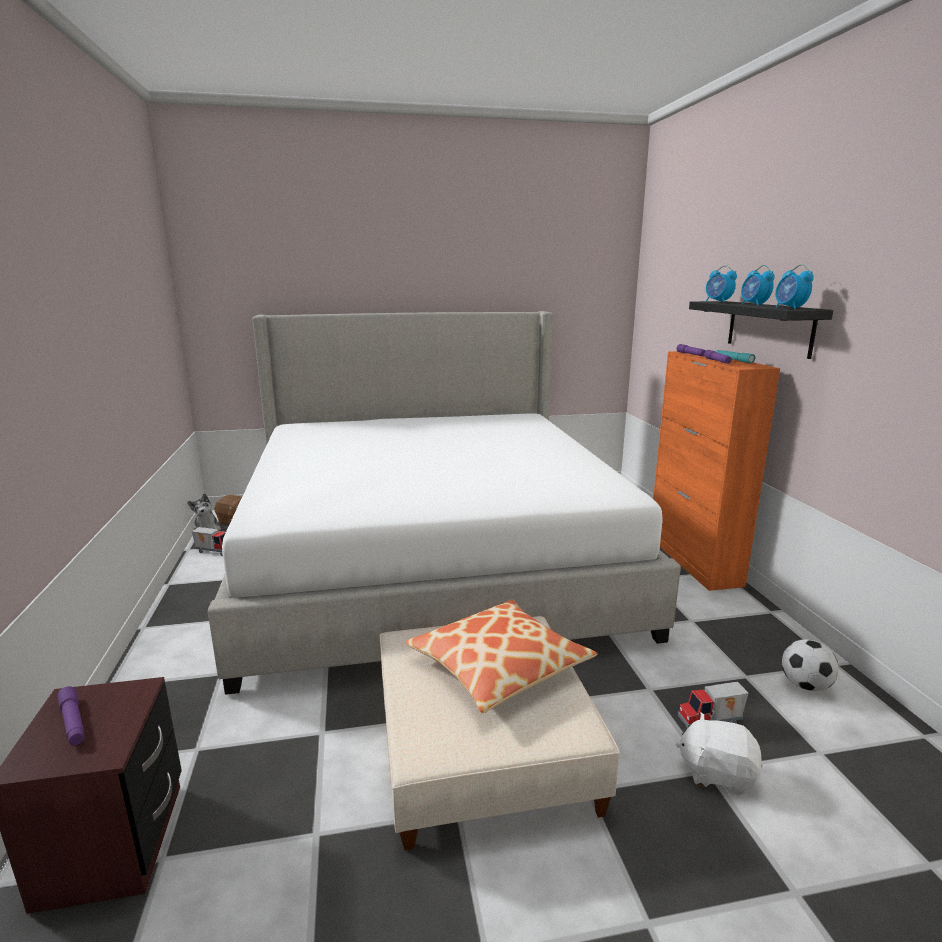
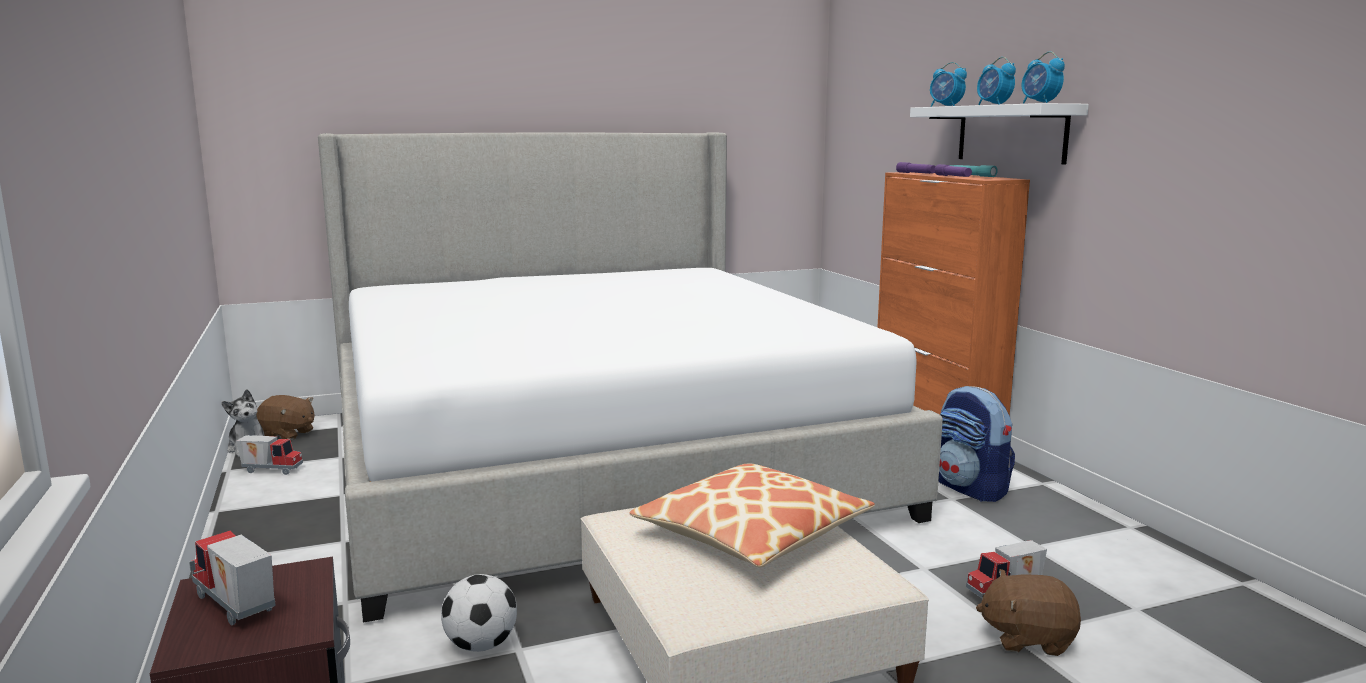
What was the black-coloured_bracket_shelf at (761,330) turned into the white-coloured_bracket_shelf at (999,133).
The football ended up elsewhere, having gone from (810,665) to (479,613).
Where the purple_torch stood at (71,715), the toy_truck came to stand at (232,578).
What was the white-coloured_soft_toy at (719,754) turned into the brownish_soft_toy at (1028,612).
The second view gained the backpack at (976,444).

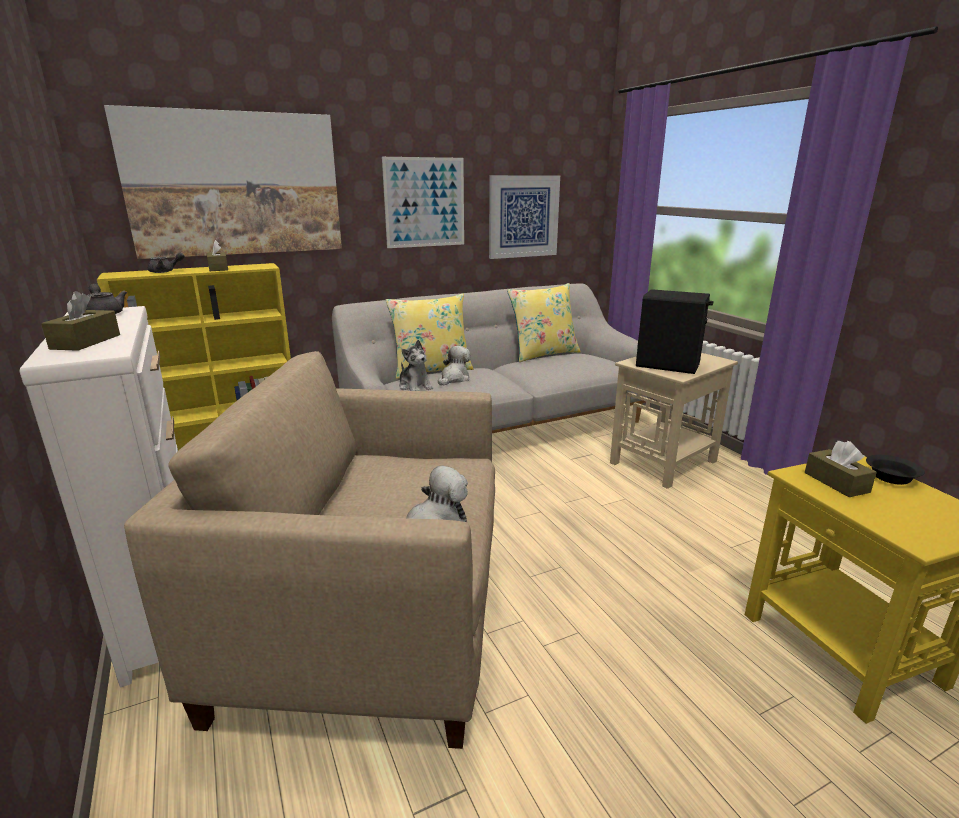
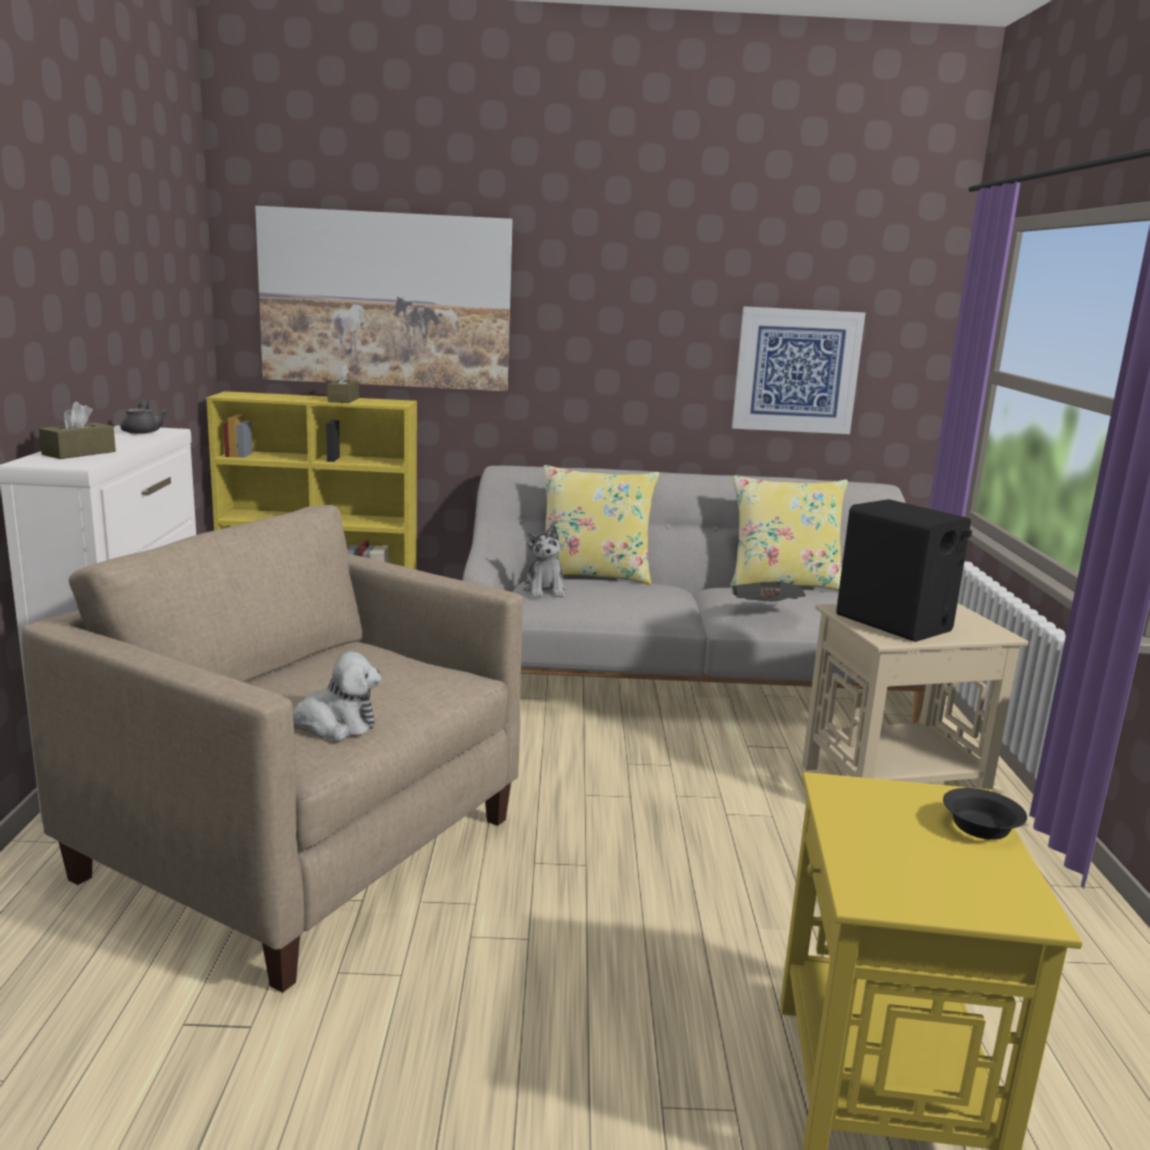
The second view lost the wall_art at (423,202).
The second view lost the grey_pot_for_tea at (166,262).
The second view lost the soft_toy at (454,366).
The second view lost the brownish_tissue_box at (841,469).
The second view gained the printed_paper at (768,591).

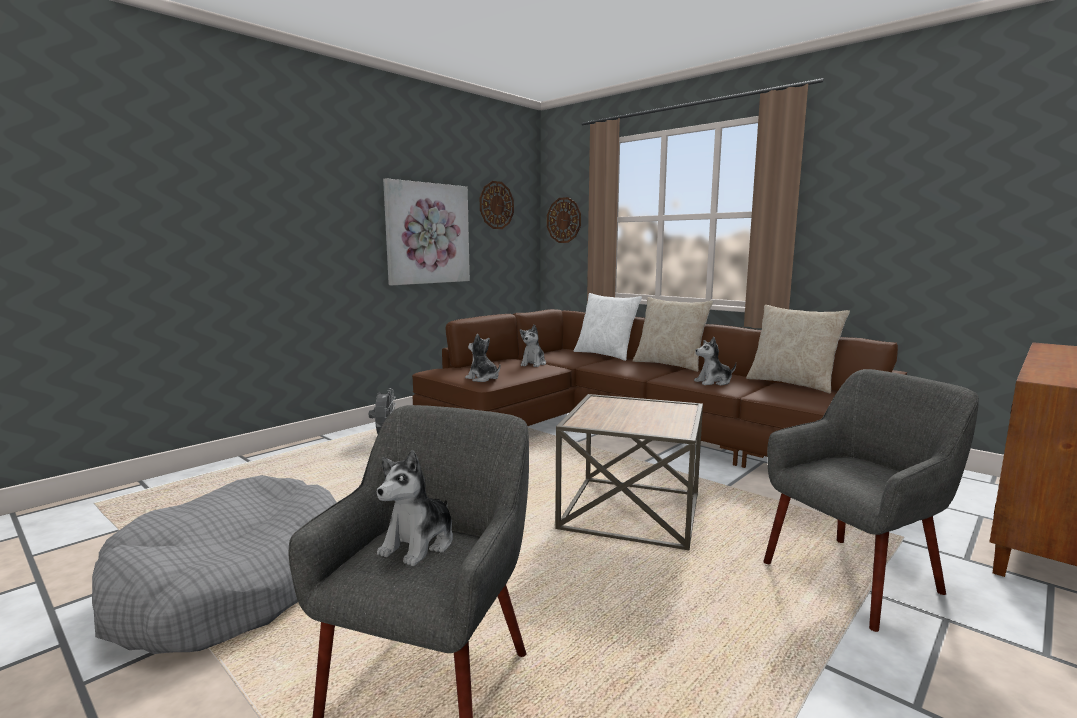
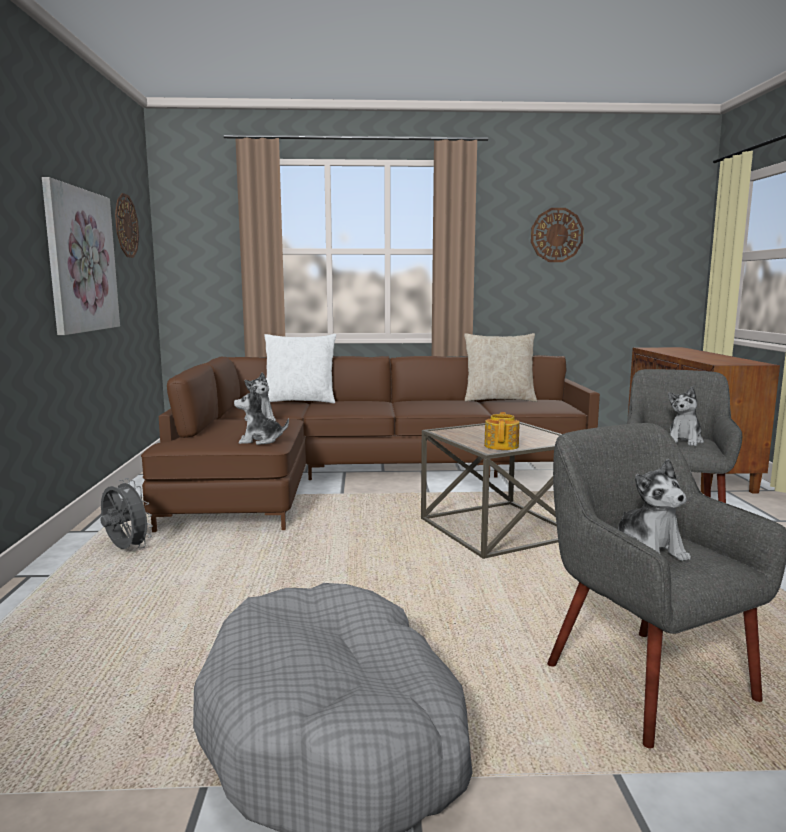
The wall_clock ended up elsewhere, having gone from (564,220) to (557,235).
The second view lost the sand-coloured_cushion at (673,334).
The soft_toy ended up elsewhere, having gone from (715,361) to (686,416).
The second view gained the pot_for_tea at (502,431).

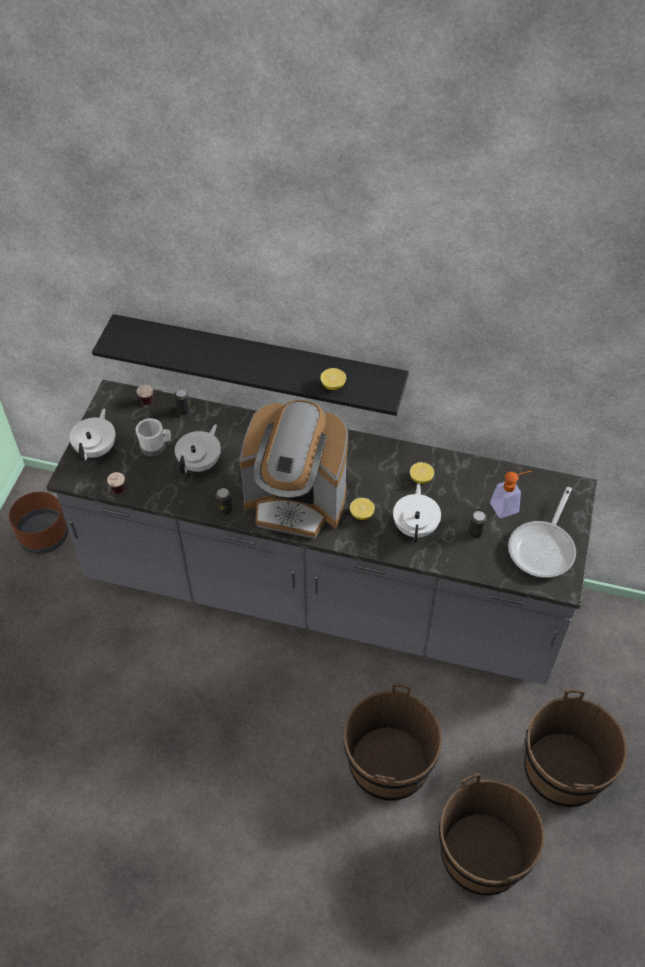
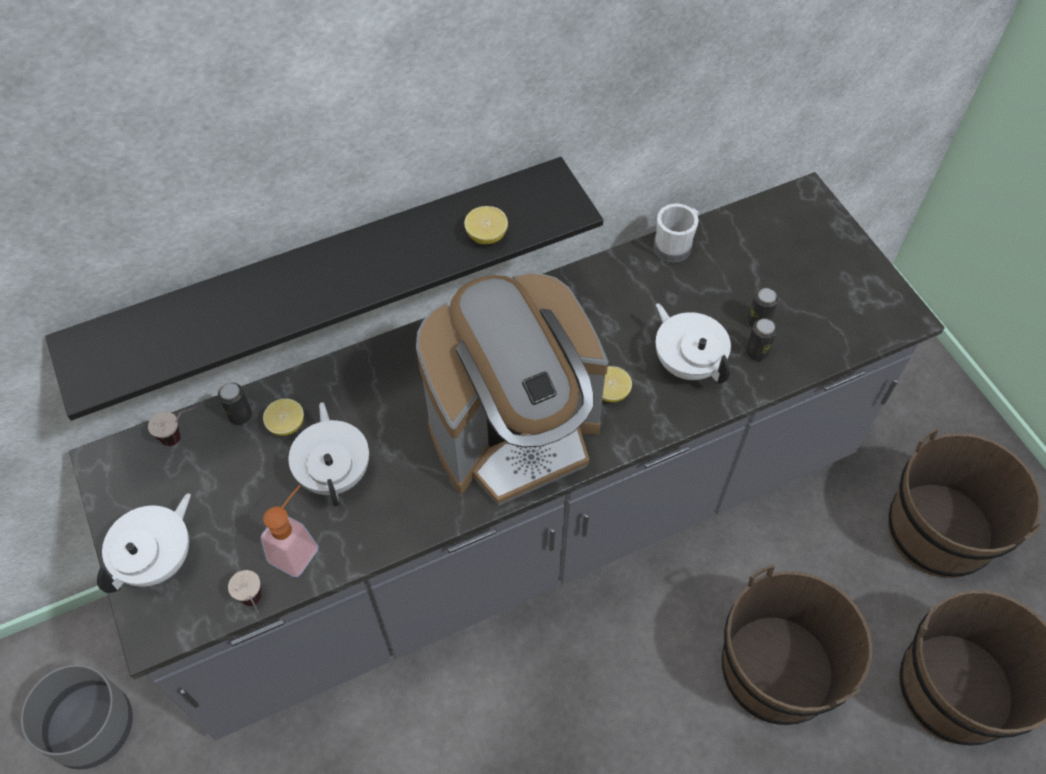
The white-coloured_pot_for_tea at (92,435) ended up facing another way, 60 degrees clockwise from before.
The white-coloured_mug ended up elsewhere, having gone from (153,437) to (676,233).
The lemon ended up elsewhere, having gone from (422,473) to (283,417).
The soap_bottle ended up elsewhere, having gone from (511,494) to (289,531).
The second view lost the frying_pan at (542,532).
The metal_can ended up elsewhere, having gone from (223,502) to (761,340).
What was the brownish_plant_pot at (38,523) turned into the grey_plant_pot at (77,717).

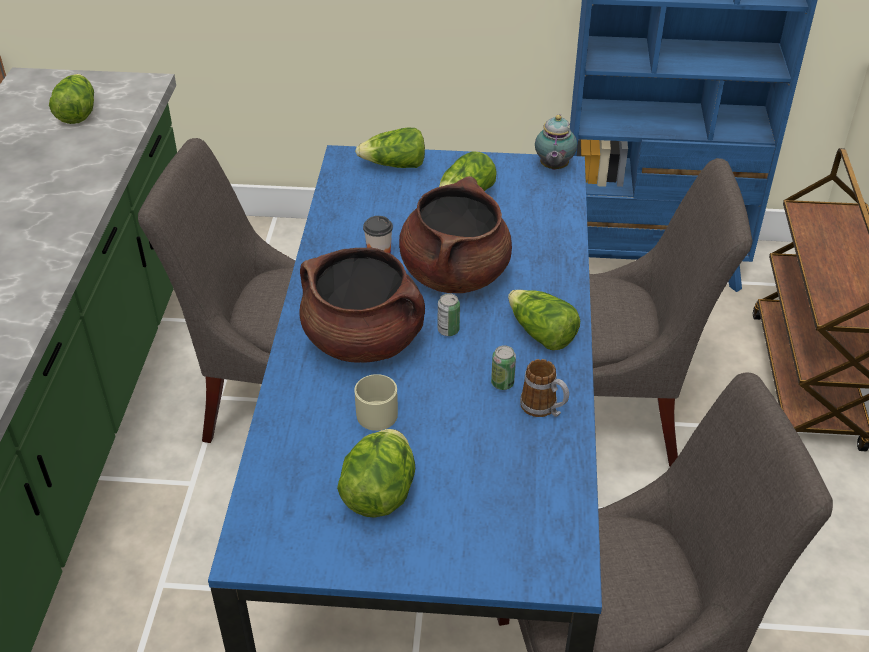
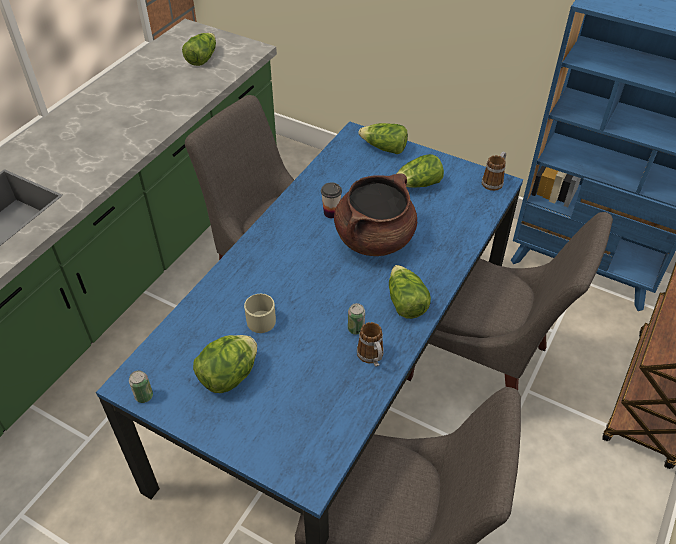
Where the pot_for_tea stood at (556,142), the mug came to stand at (494,171).
The second view lost the brownish_cooking_pot at (362,305).
The metal_can ended up elsewhere, having gone from (449,314) to (141,386).

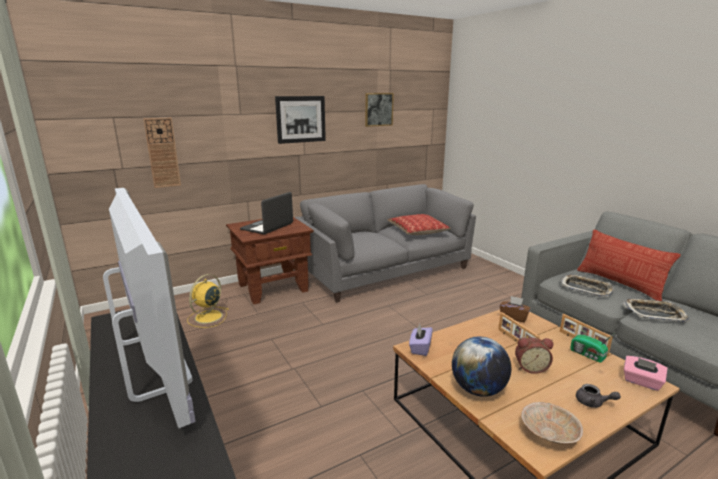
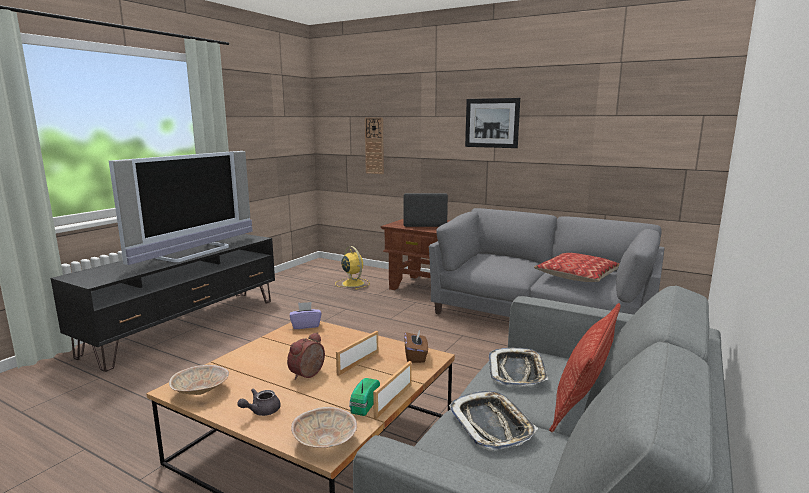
The second view lost the wall_art at (379,110).
The yellow-coloured_electric_fan at (208,301) ended up facing another way, 60 degrees clockwise from before.
The second view lost the world_globe at (481,366).
The table_clock at (534,355) ended up facing another way, 60 degrees clockwise from before.
Where the pink_tissue_box stood at (645,373), the sand-coloured_deep_dish came to stand at (324,427).
The grey_pot_for_tea at (598,396) ended up facing another way, 45 degrees clockwise from before.

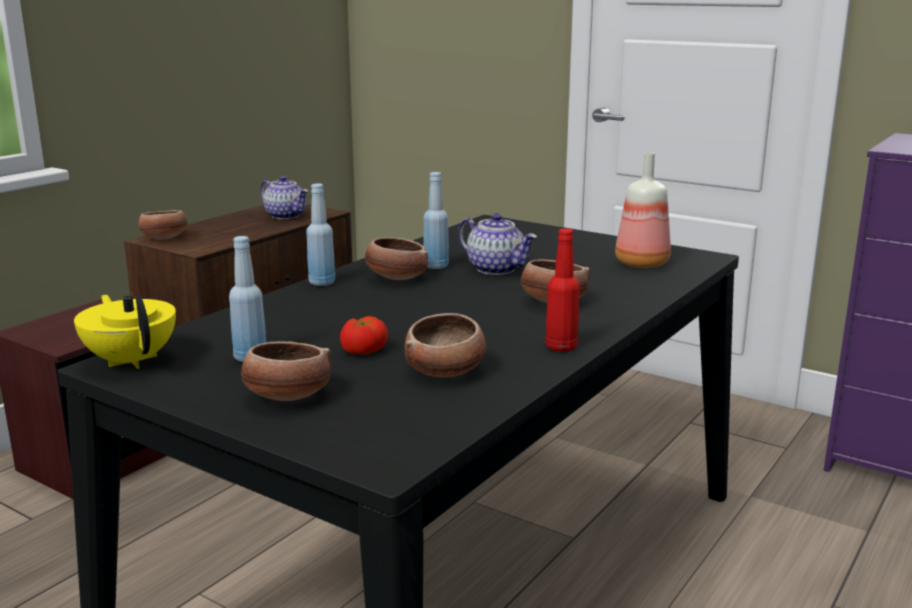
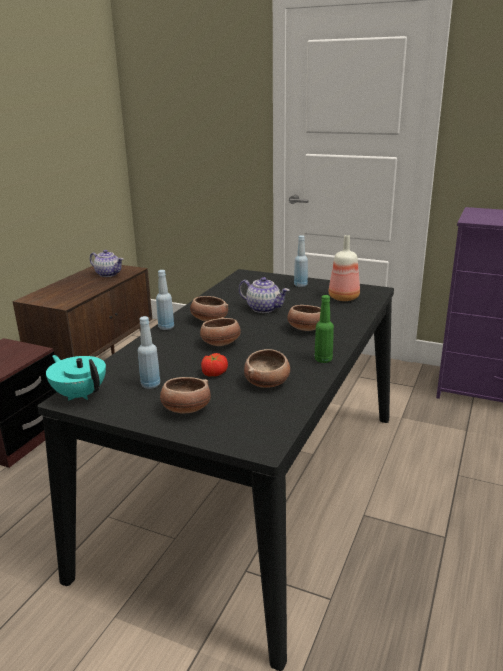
The bluish_beverage_bottle ended up elsewhere, having gone from (436,220) to (301,261).
The deep_dish ended up elsewhere, having gone from (163,225) to (220,331).
What was the red-coloured_beverage_bottle at (562,290) turned into the greenish_beverage_bottle at (324,329).
What was the yellow-coloured_pot_for_tea at (125,332) turned into the blue-green_pot_for_tea at (76,377).

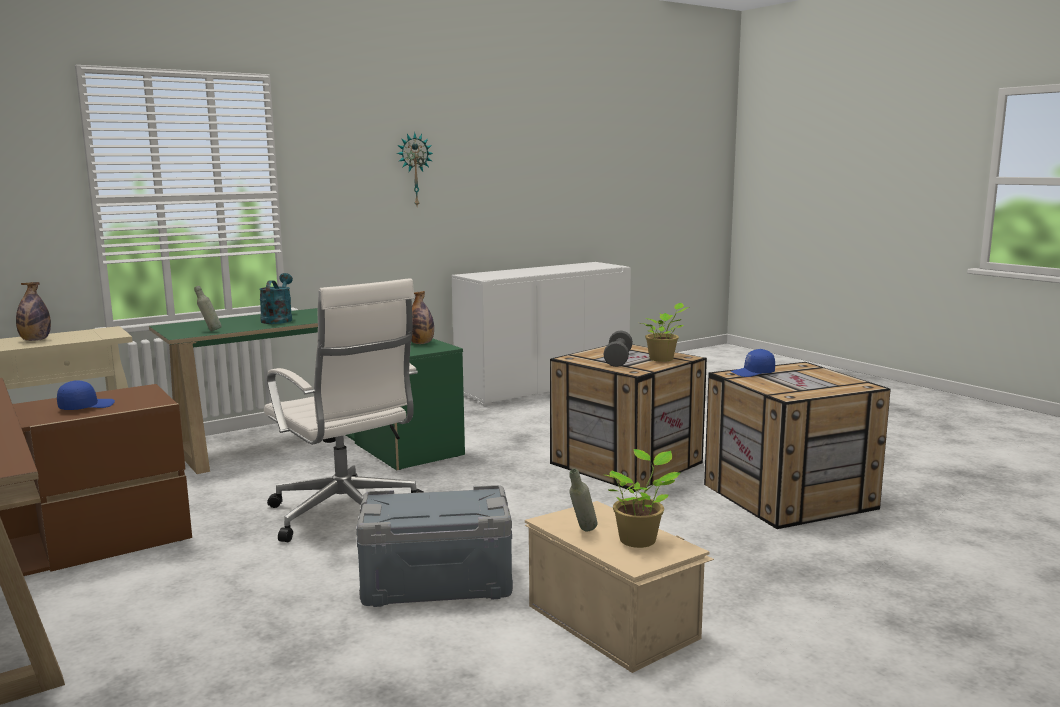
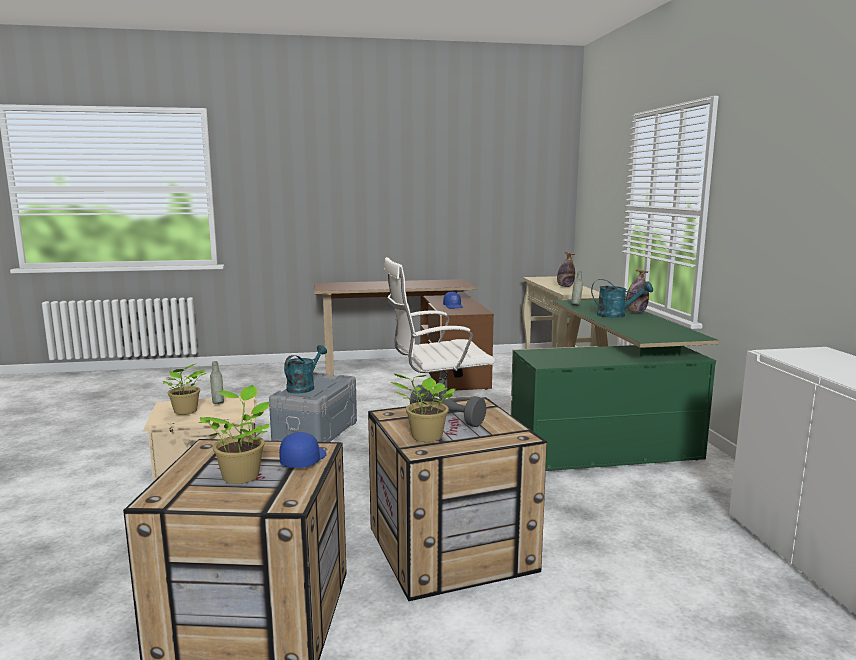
The second view lost the wall_clock at (415,169).
The beverage_bottle ended up elsewhere, having gone from (423,317) to (637,291).
The second view gained the blue-green_watering_can at (305,369).
The second view gained the potted_plant at (234,434).

